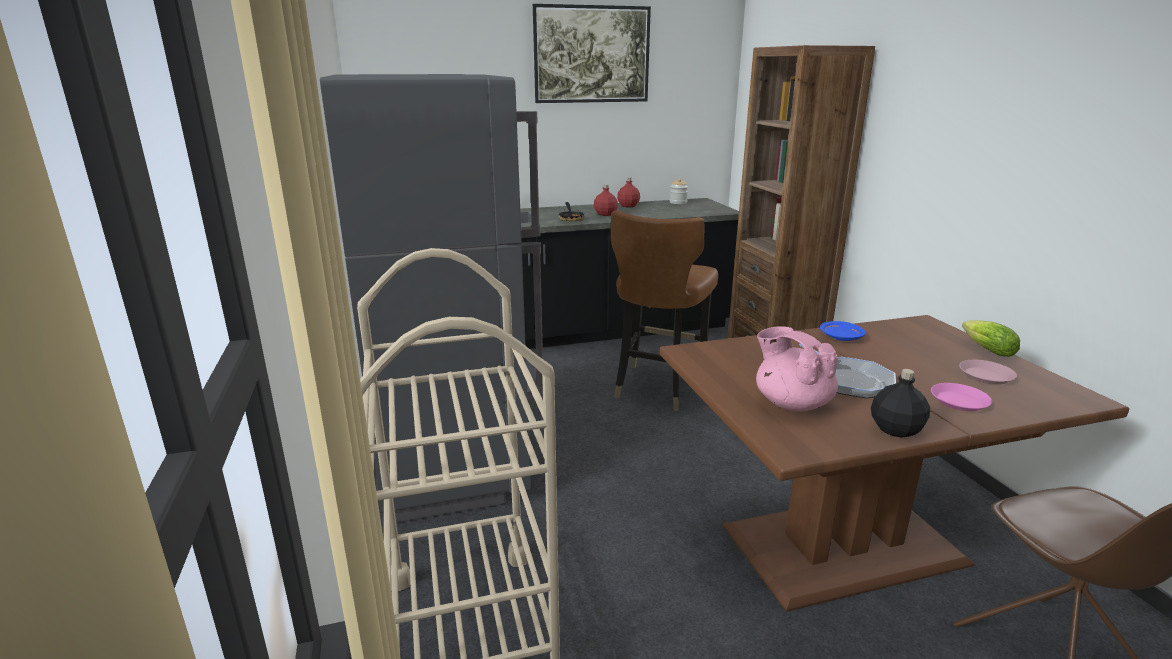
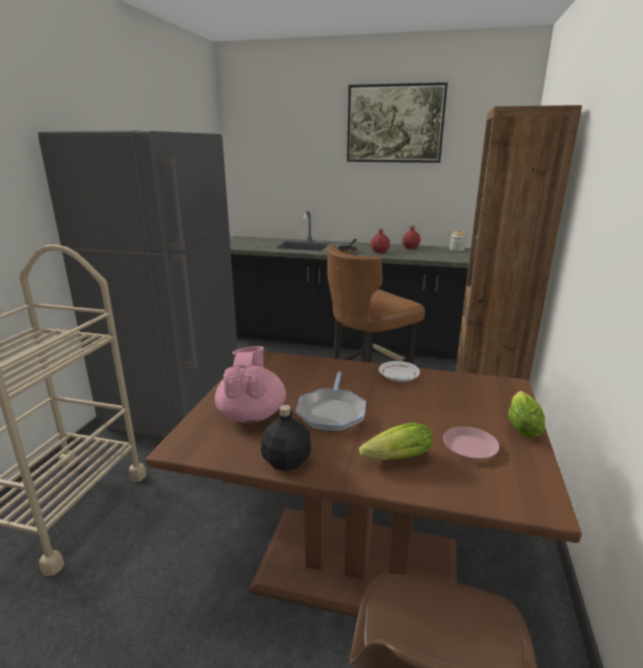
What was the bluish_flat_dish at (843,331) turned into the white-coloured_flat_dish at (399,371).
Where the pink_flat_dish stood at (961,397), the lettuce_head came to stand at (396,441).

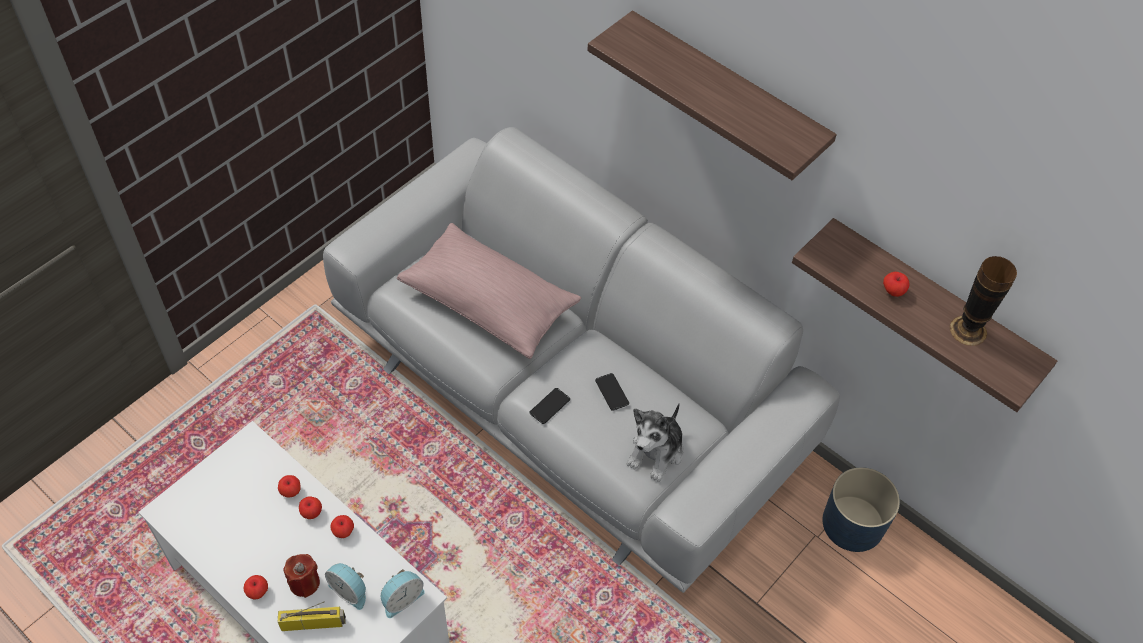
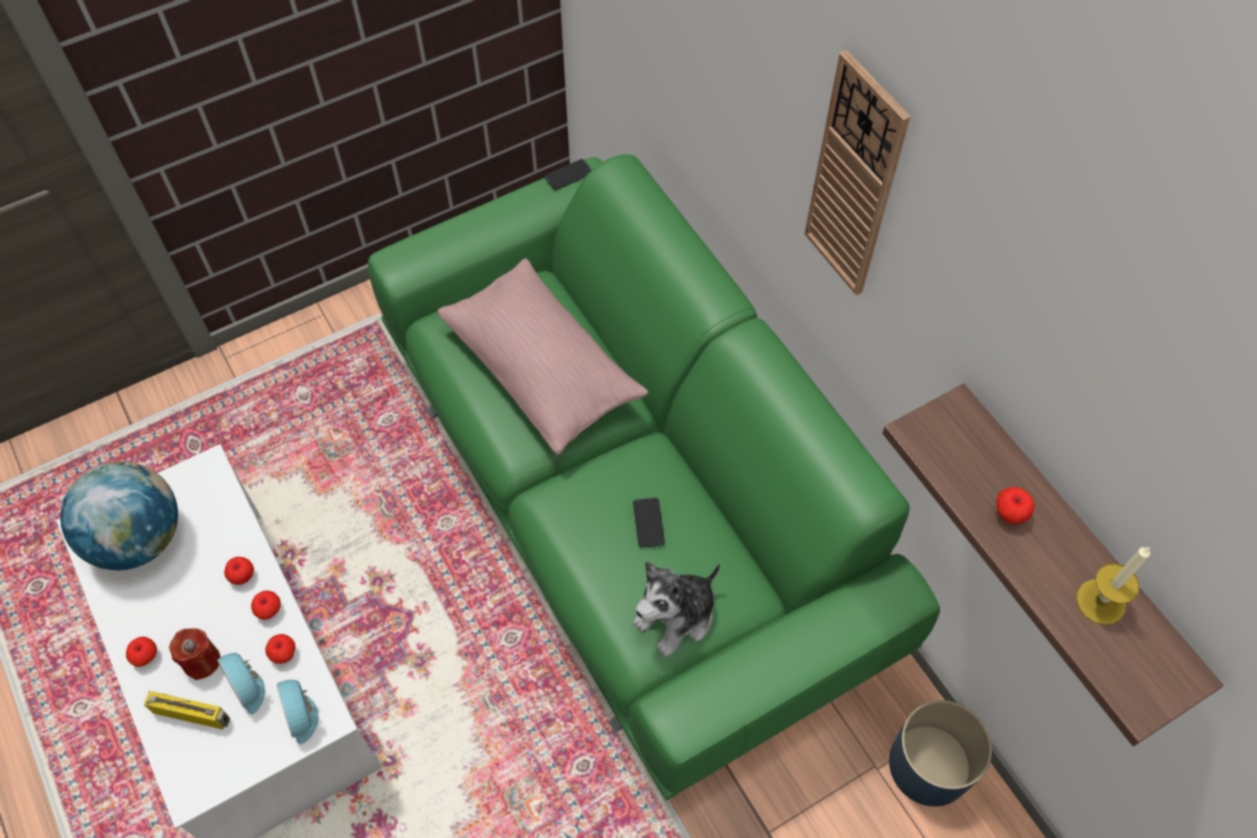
Where the bracket_shelf hung at (712,95), the wall_clock came to hang at (858,172).
What was the grey_couch at (581,360) turned into the greenish_couch at (654,477).
Where the vase stood at (983,301), the wax_light came to stand at (1113,585).
The phone ended up elsewhere, having gone from (549,406) to (567,174).
The apple ended up elsewhere, having gone from (289,486) to (280,649).
The table_clock at (403,593) ended up facing another way, 90 degrees clockwise from before.
The second view gained the world_globe at (119,515).

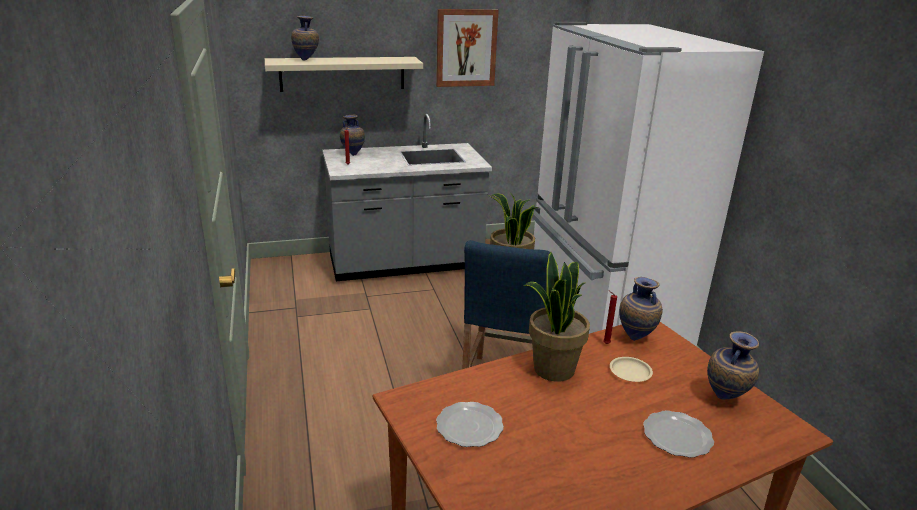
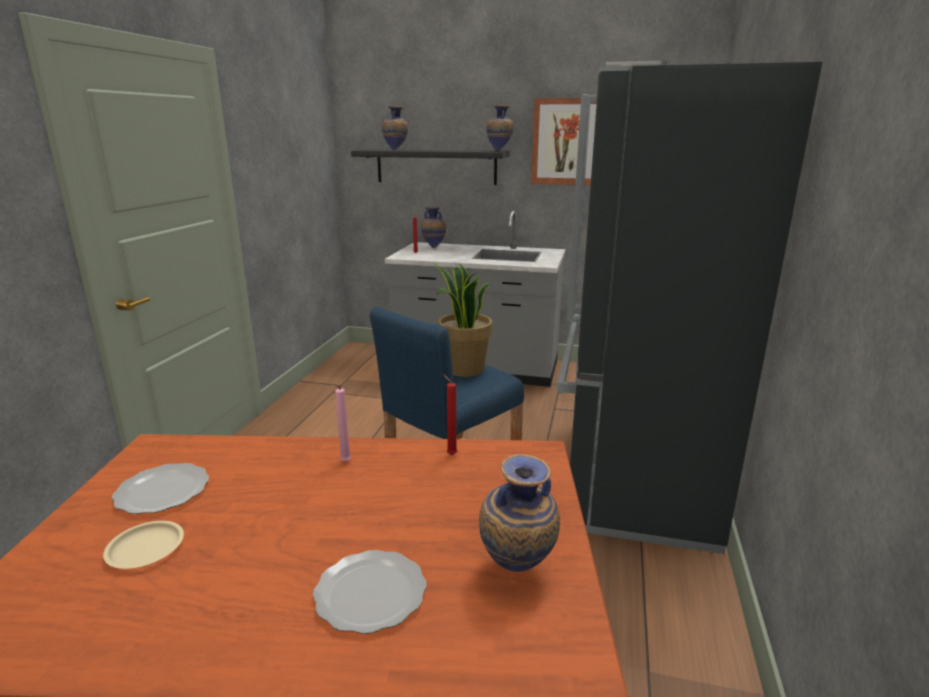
What was the white-coloured_fridge at (648,184) turned into the black-coloured_fridge at (689,307).
What was the sand-coloured_bracket_shelf at (344,74) turned into the black-coloured_bracket_shelf at (430,167).
Where the potted_plant stood at (557,317), the pink_wax_light came to stand at (343,423).
The vase ended up elsewhere, having gone from (641,309) to (500,128).
The sand-coloured_flat_dish ended up elsewhere, having gone from (631,369) to (143,545).

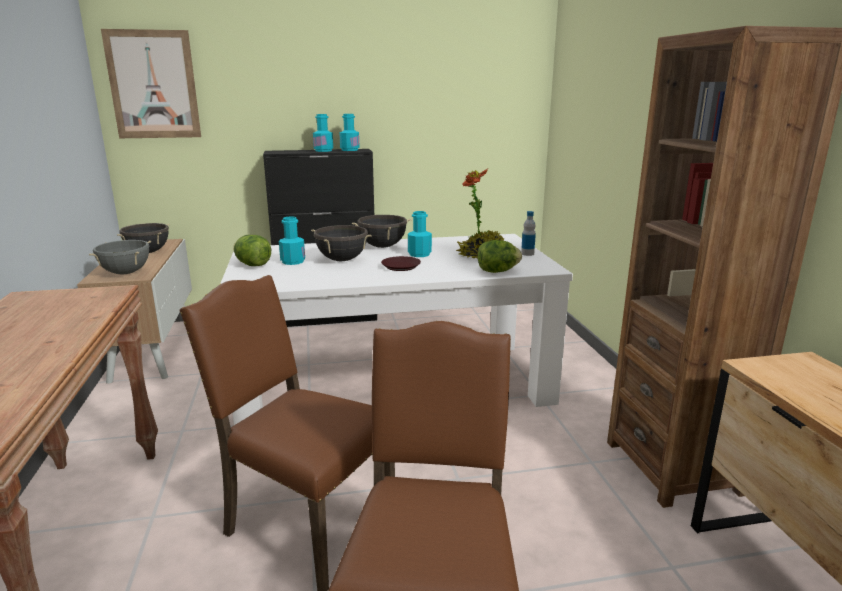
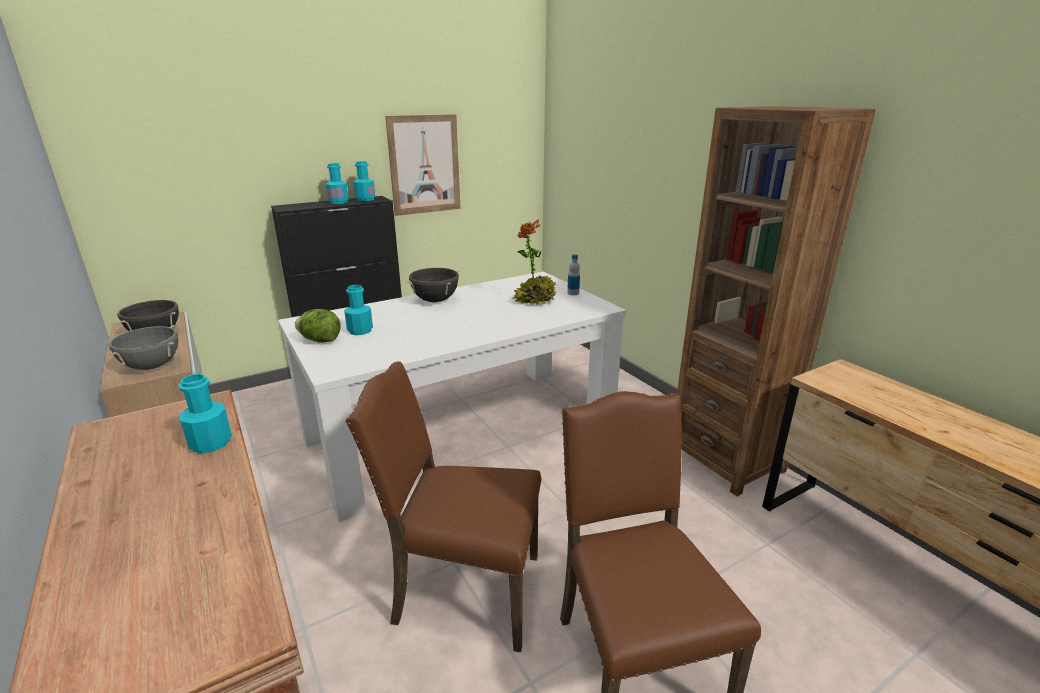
The wall_art ended up elsewhere, having gone from (151,83) to (423,165).
The blue-green_beverage_bottle ended up elsewhere, having gone from (420,234) to (205,414).
The second view lost the black-coloured_cooking_pot at (341,243).
The second view lost the lettuce_head at (500,256).
The second view lost the brownish_flat_dish at (401,263).

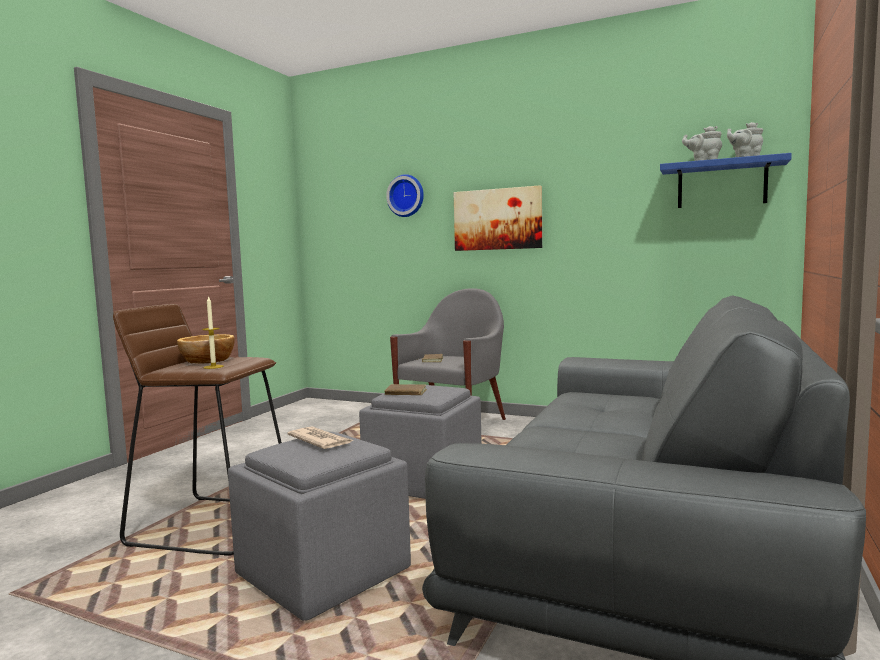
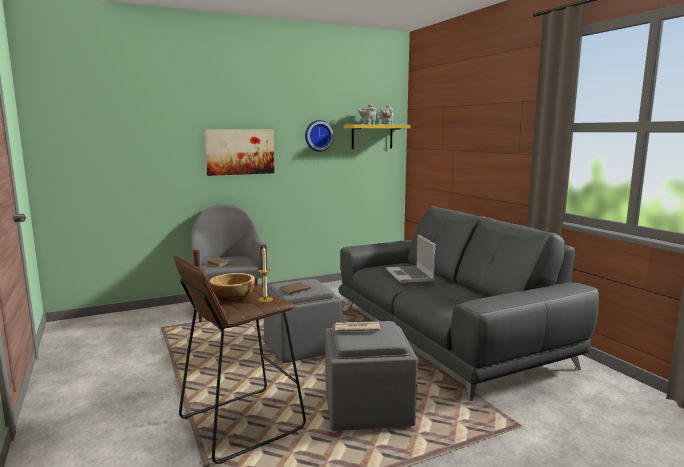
What was the bluish_bracket_shelf at (726,180) turned into the yellow-coloured_bracket_shelf at (377,136).
The wall_clock ended up elsewhere, having gone from (405,195) to (319,136).
The second view gained the laptop at (410,258).

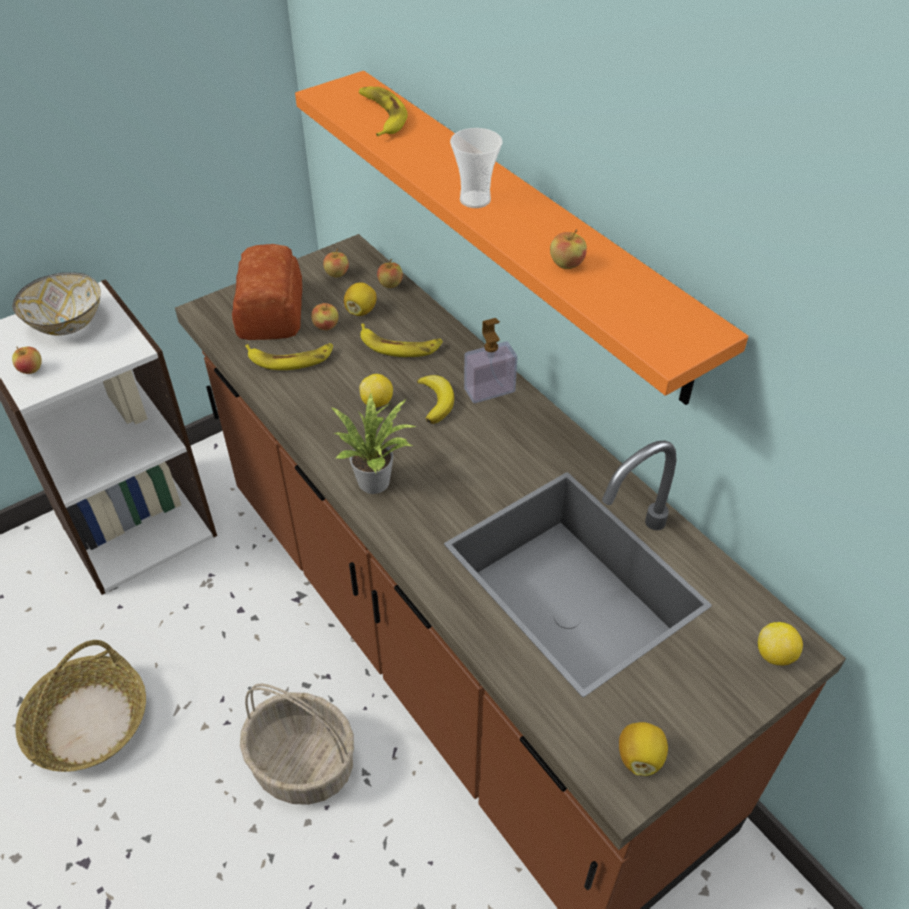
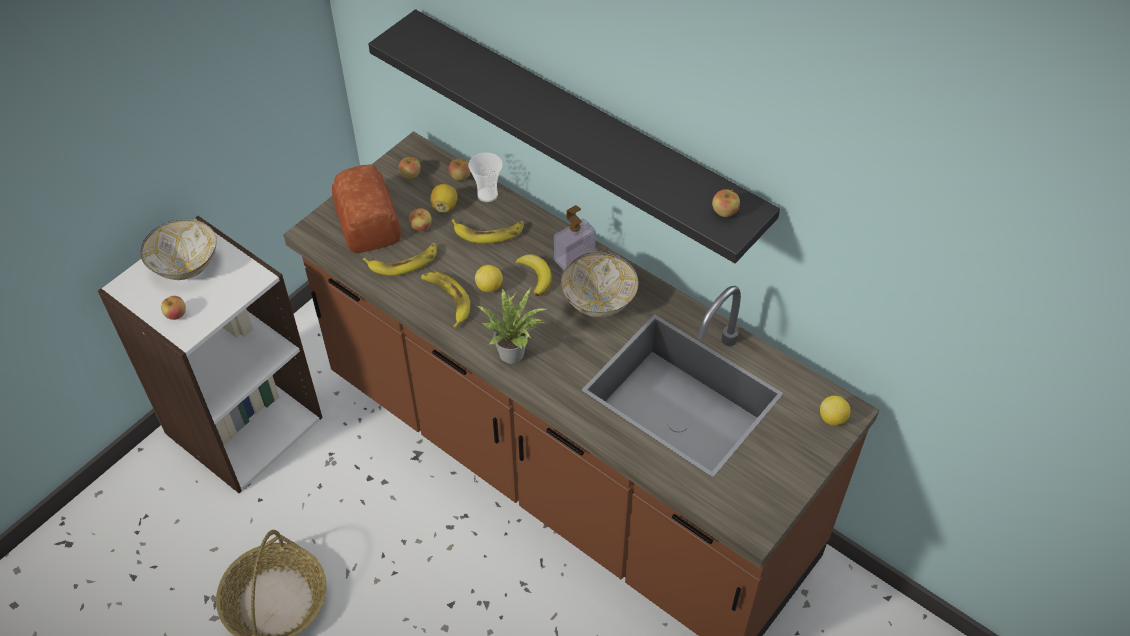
What was the orange_bracket_shelf at (521,238) turned into the black-coloured_bracket_shelf at (574,136).
The banana ended up elsewhere, having gone from (383,111) to (445,300).
The drinking_cup ended up elsewhere, having gone from (476,168) to (486,177).
The apple ended up elsewhere, having gone from (568,249) to (726,203).
The second view lost the storage_basket at (297,744).
The second view lost the lemon at (643,749).
The second view gained the deep_dish at (599,284).

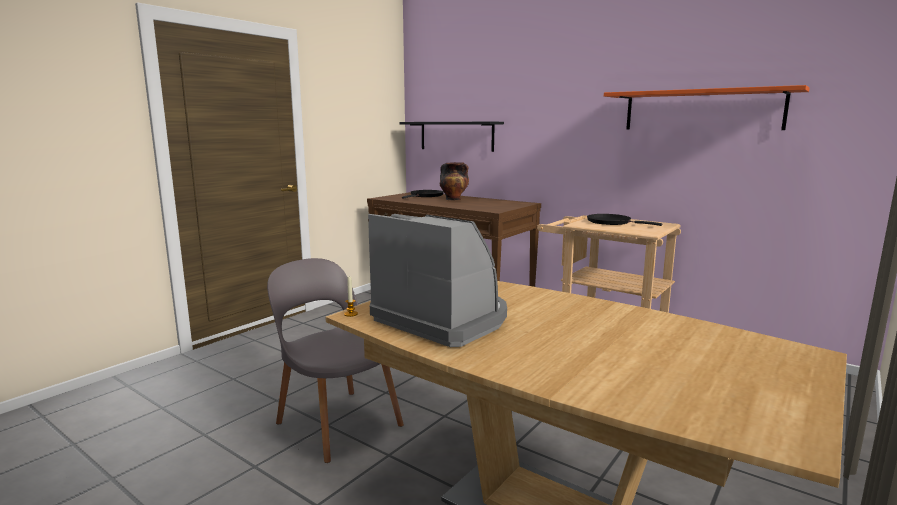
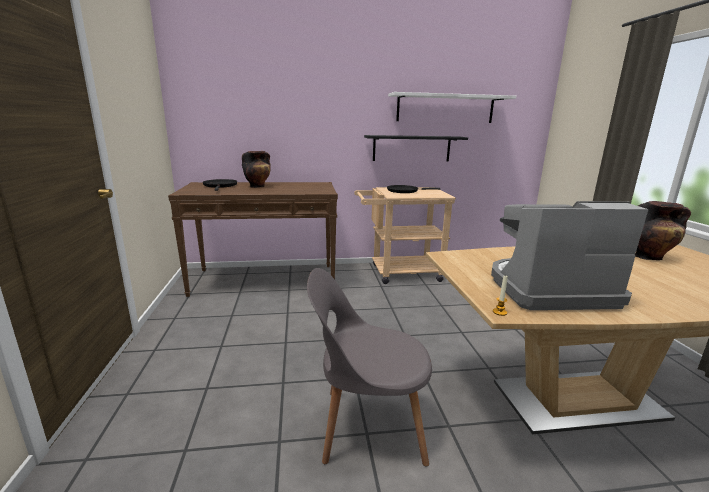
What was the orange_bracket_shelf at (707,107) turned into the white-coloured_bracket_shelf at (452,107).
The black-coloured_bracket_shelf ended up elsewhere, having gone from (451,137) to (416,148).
The second view gained the vase at (663,230).

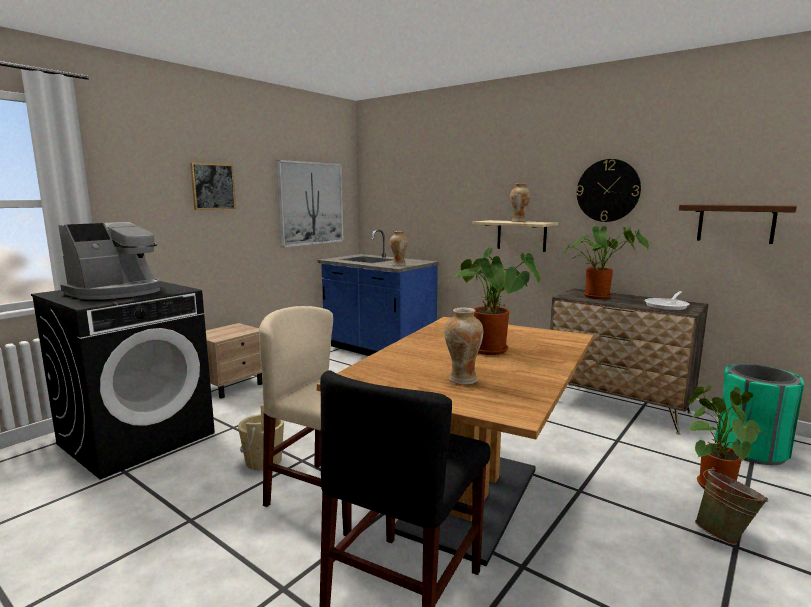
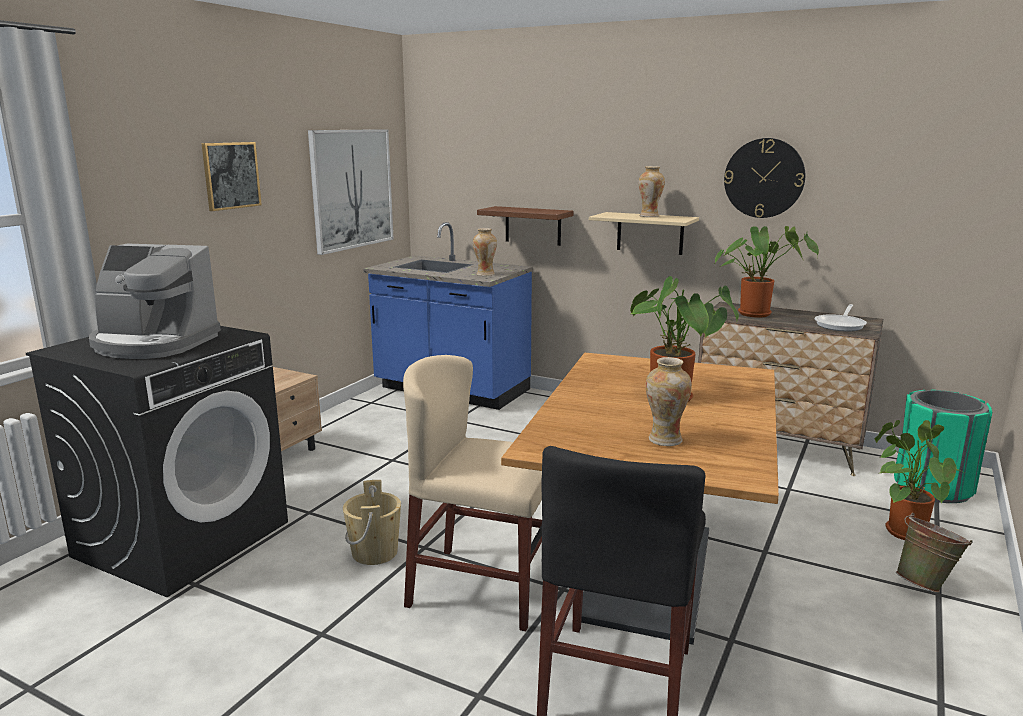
The brownish_bracket_shelf ended up elsewhere, having gone from (738,224) to (525,226).
The coffee_machine at (110,261) ended up facing another way, 75 degrees clockwise from before.

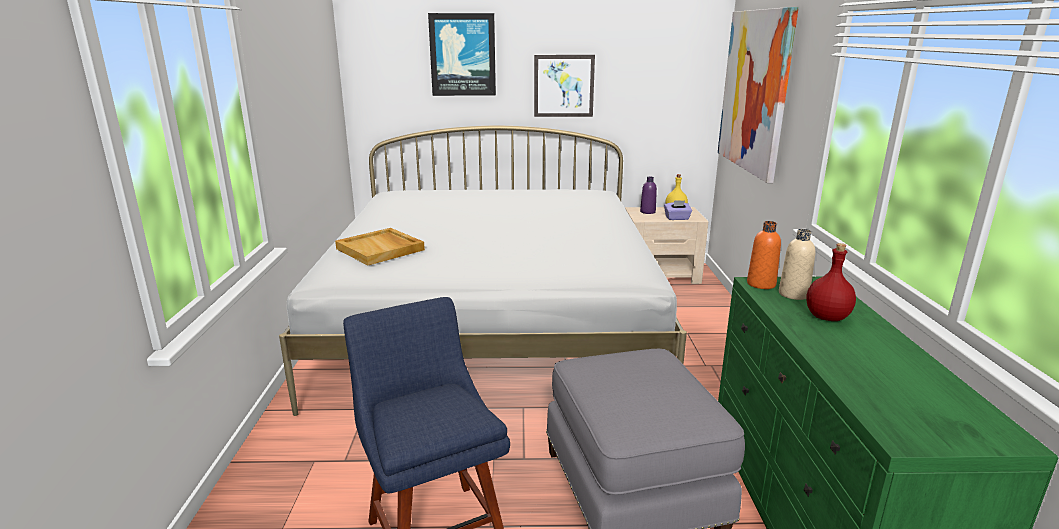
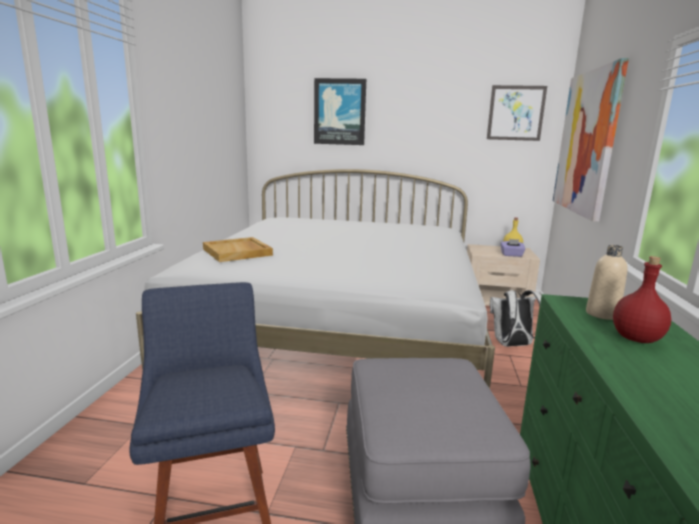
The wall_art ended up elsewhere, having gone from (564,86) to (517,113).
The second view lost the purple_beverage_bottle at (648,195).
The second view lost the orange_beverage_bottle at (764,255).
The second view gained the white-coloured_backpack at (516,318).

